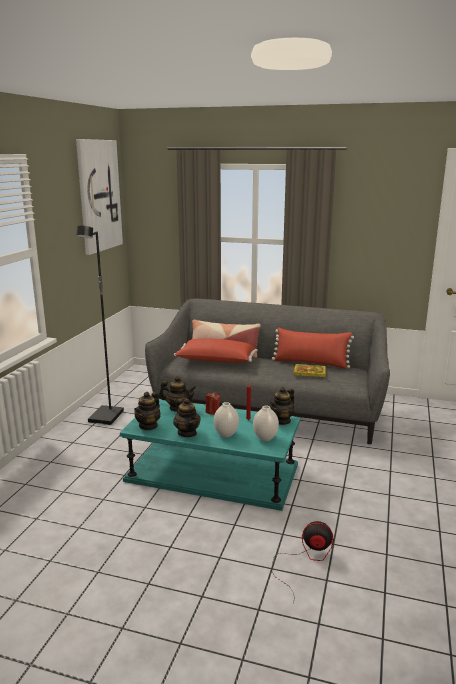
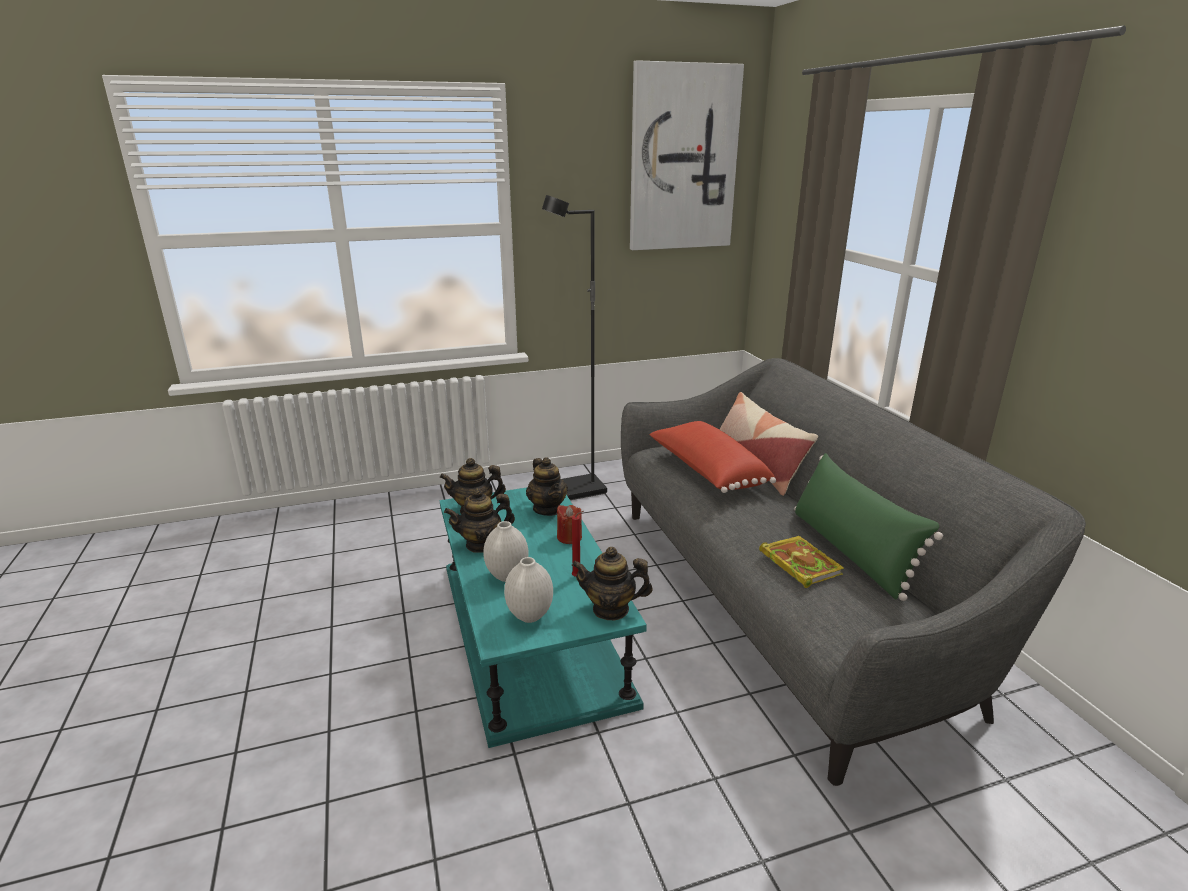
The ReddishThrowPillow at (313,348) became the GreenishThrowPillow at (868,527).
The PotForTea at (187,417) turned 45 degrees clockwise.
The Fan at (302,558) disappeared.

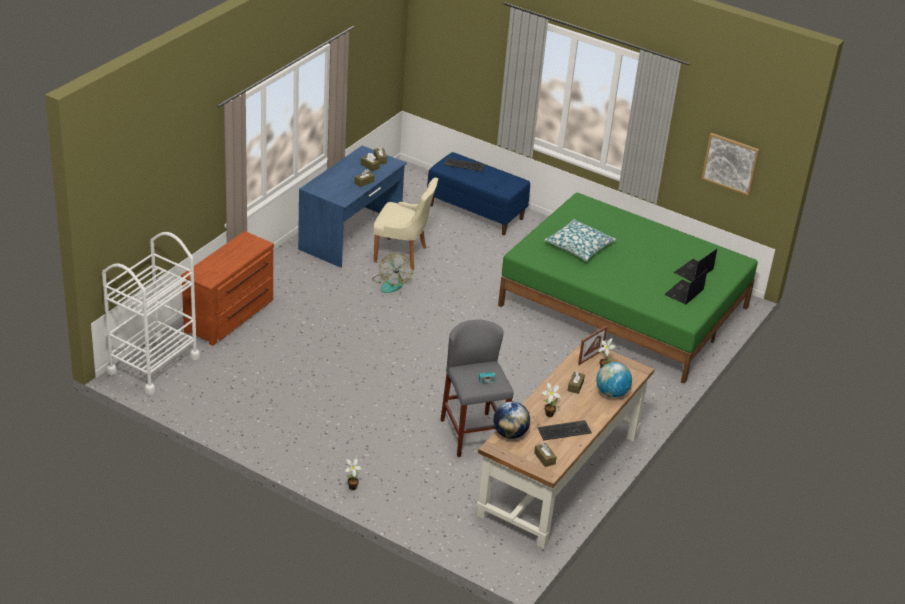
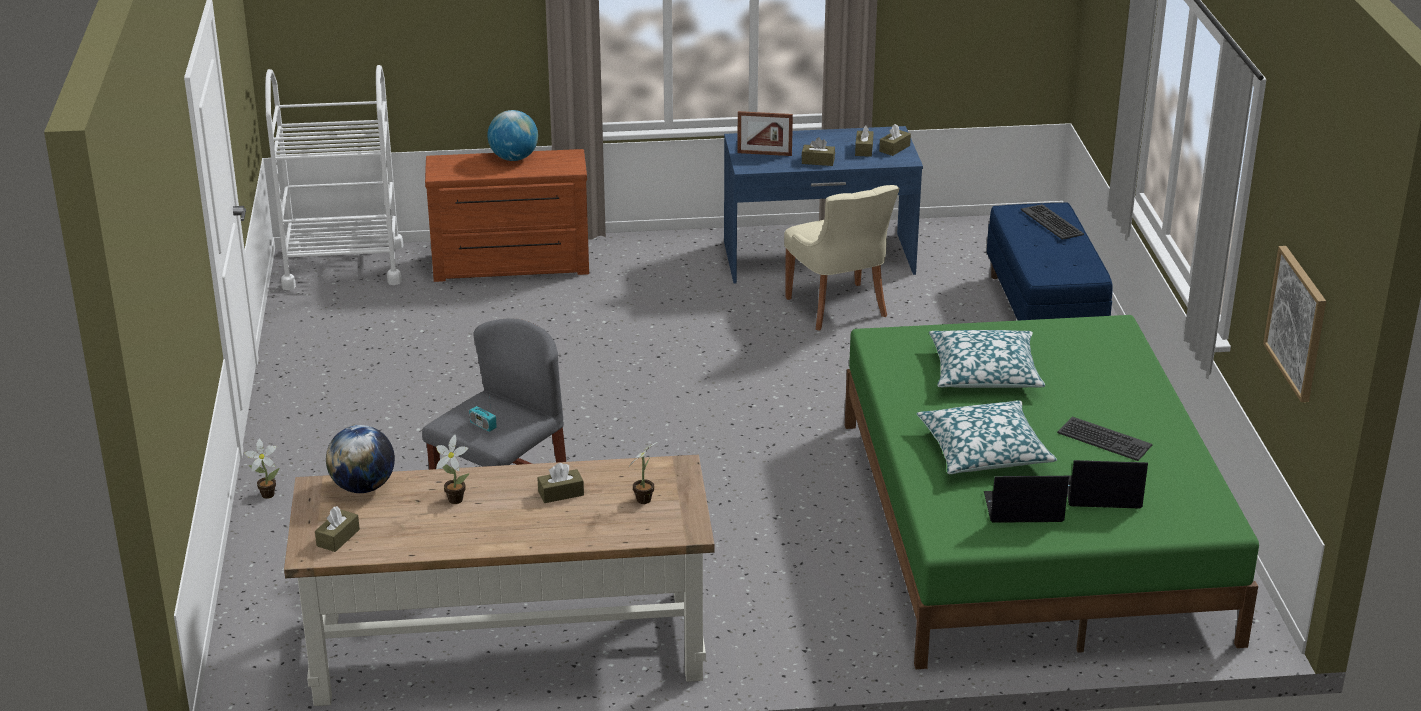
The Fan at (392,273) disappeared.
The StandingFrame moved from (592,345) to (765,133).
The WorldGlobe moved from (614,380) to (512,135).
The PcKeyboard moved from (564,430) to (1104,439).
The ThrowPillow at (987,437) appeared.

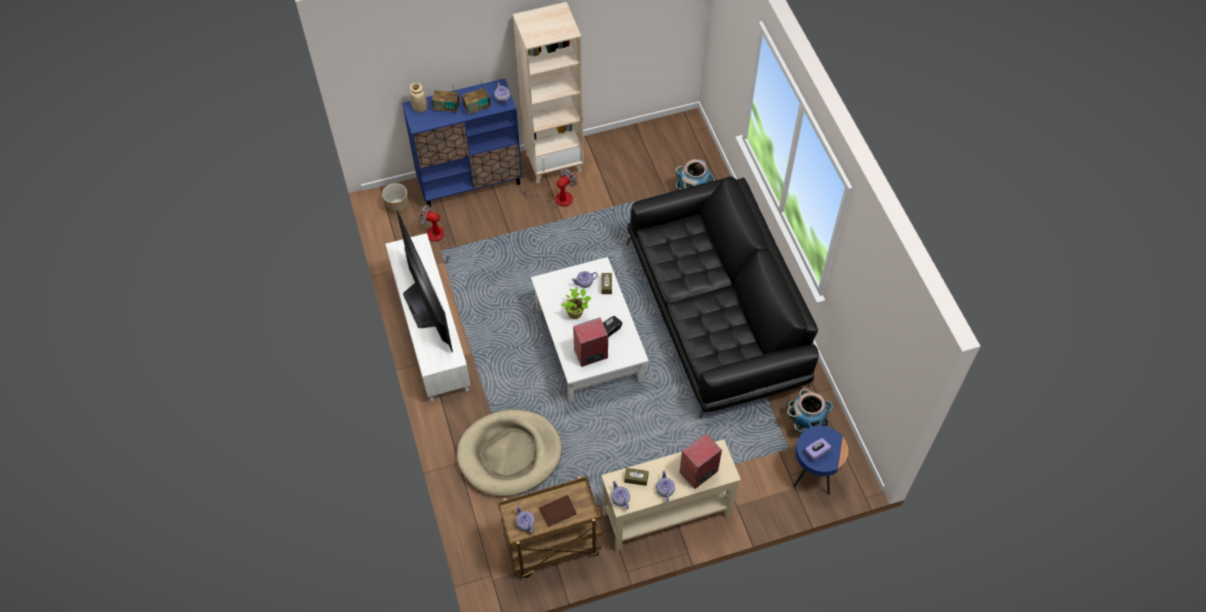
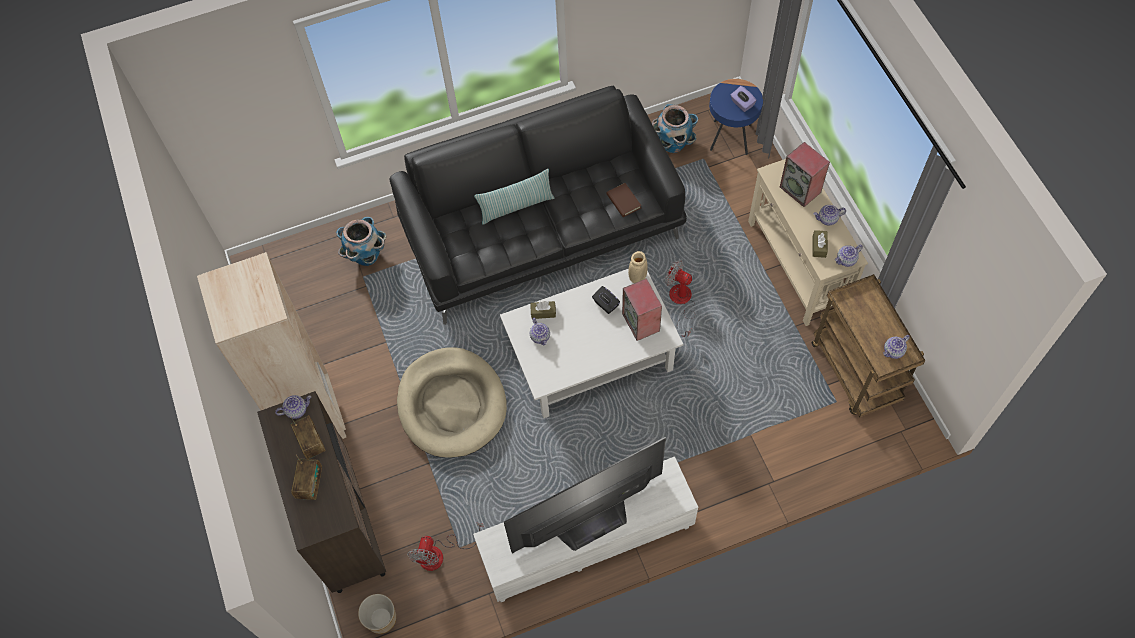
The BlueColouredStorageCabinet at (462,142) became the BrownStorageCabinet at (321,492).
The BeigeVase moved from (418,98) to (638,267).
The Fan moved from (548,188) to (680,298).
The PlantInAPot at (576,303) disappeared.
The BeigeDogBed moved from (509,453) to (452,403).
The BrownBoundBook moved from (558,511) to (623,200).
The ThrowPillow at (514,197) appeared.

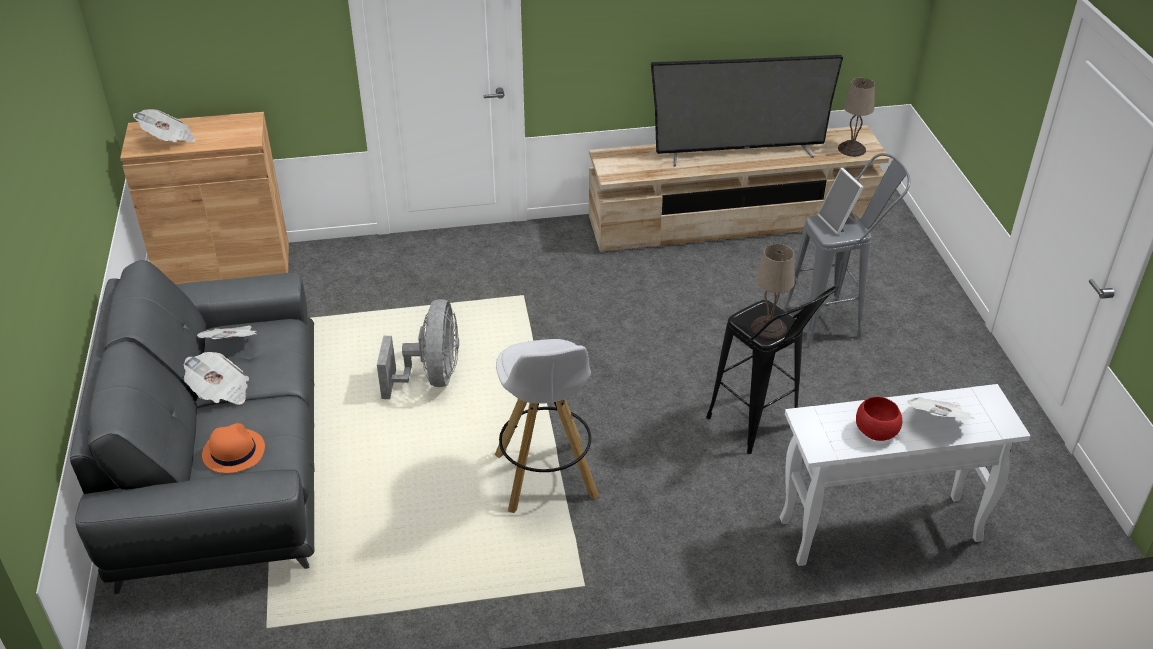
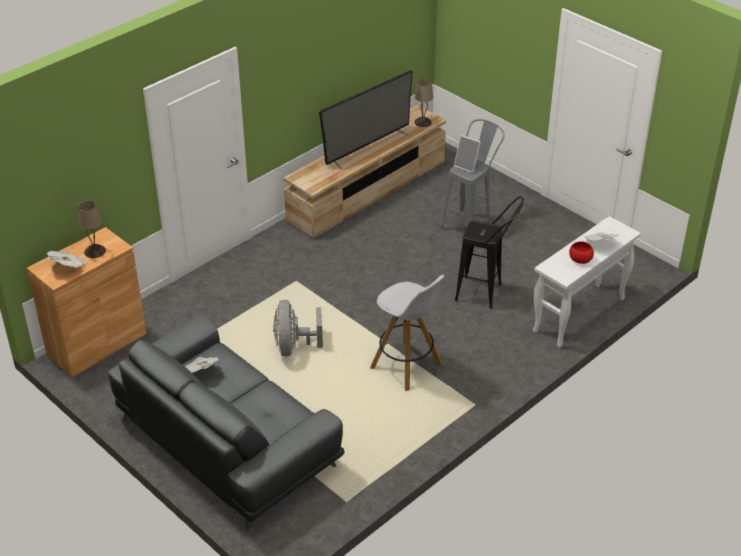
The BeigeTabletopLamp moved from (773,291) to (92,229).
The GreyishFan at (418,349) turned 150 degrees counterclockwise.
The DailyPaper at (216,378) disappeared.
The OrangeColouredWearableHat at (233,448) disappeared.

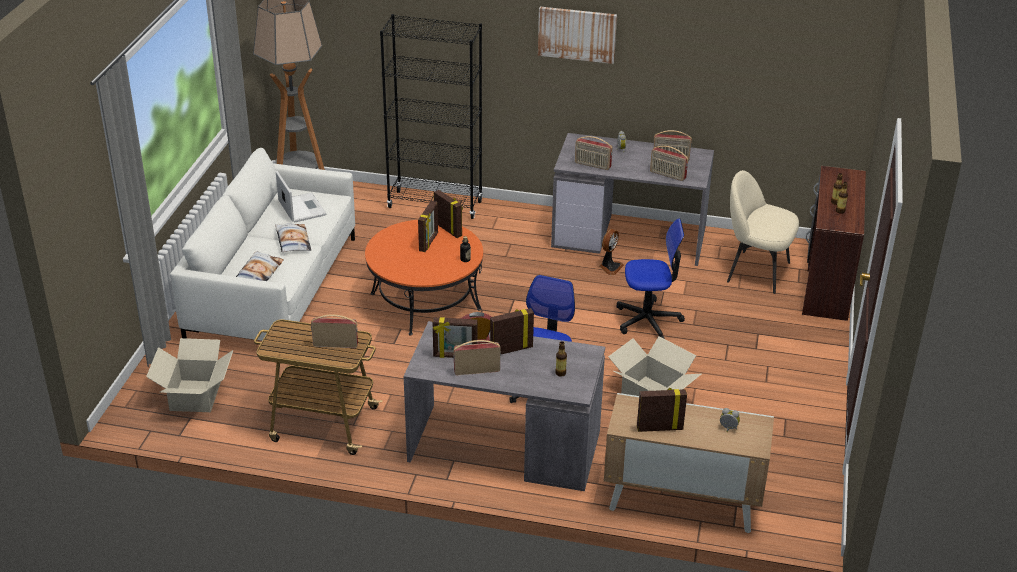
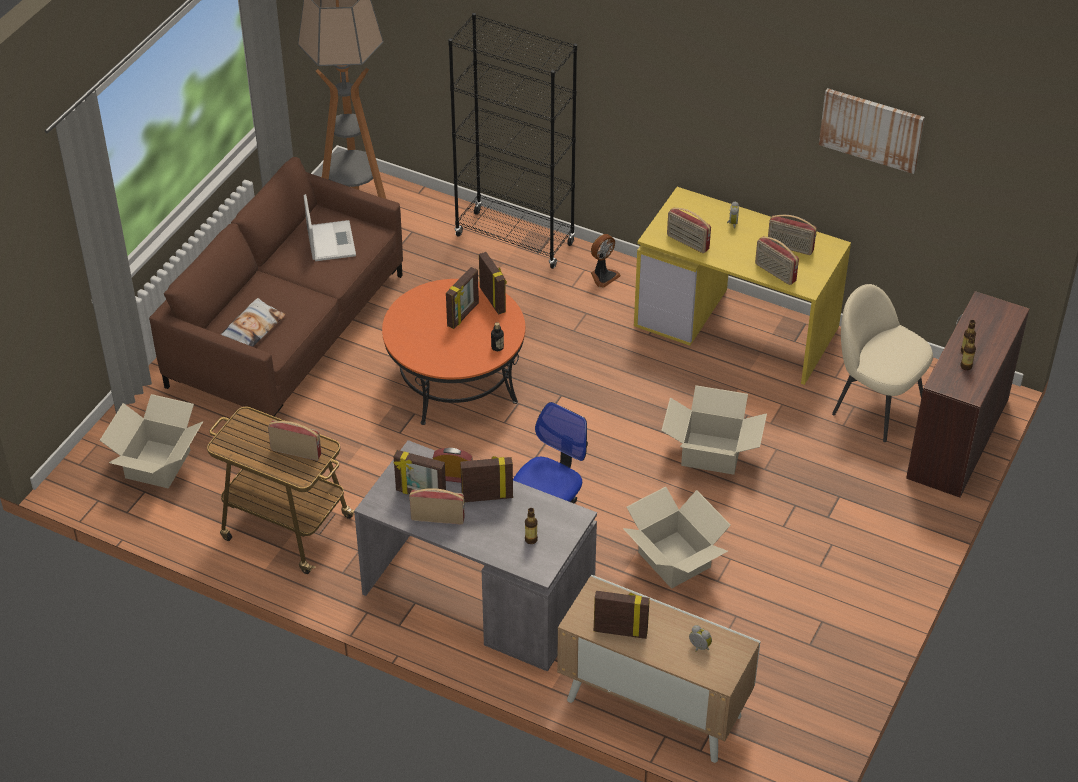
The Picture moved from (577,35) to (872,131).
The GreyishDesk at (632,199) became the YellowishDesk at (742,286).
The WhitishSofa at (262,244) became the BrownSofa at (276,287).
The ComputerChair at (651,278) was replaced by the PackingBox at (714,430).
The ThrowPillow at (293,237) disappeared.
The Fan moved from (611,252) to (606,261).

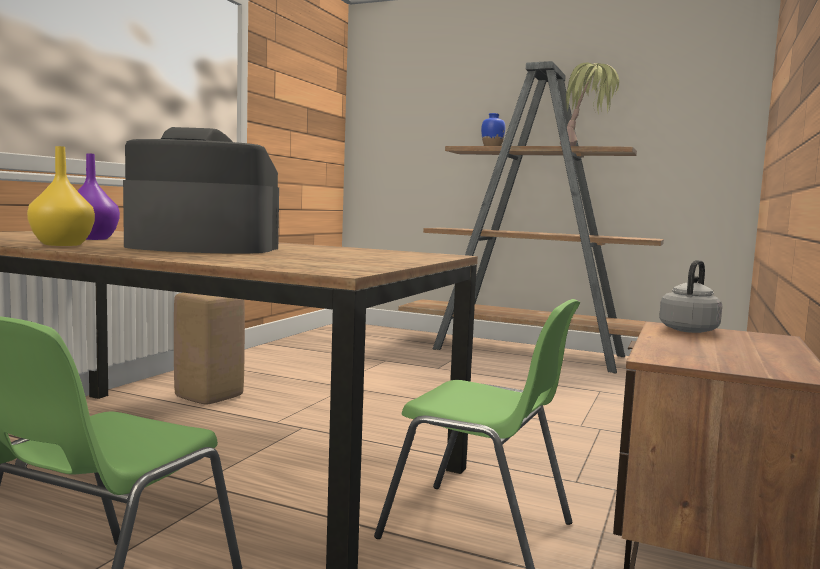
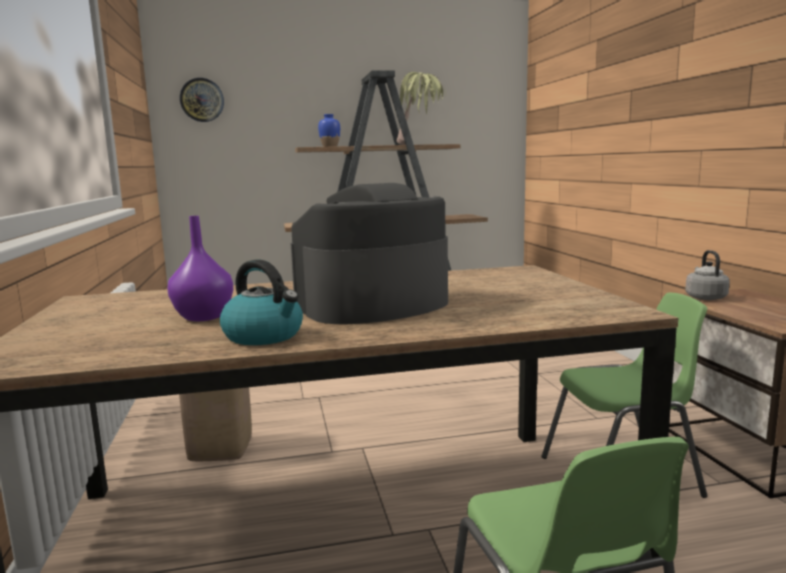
The YellowishVase at (61,196) was replaced by the Kettle at (261,302).
The HangingClock at (202,100) appeared.

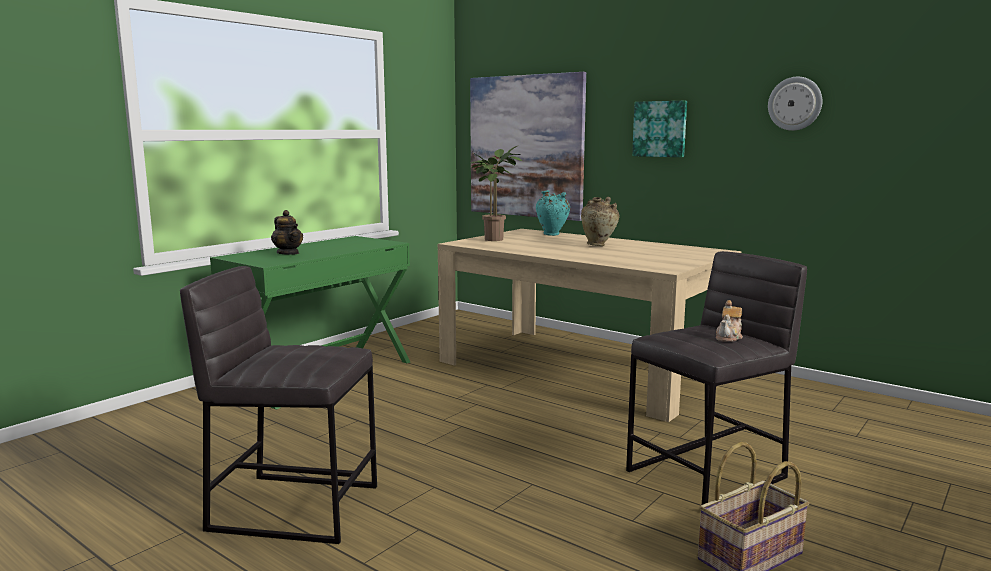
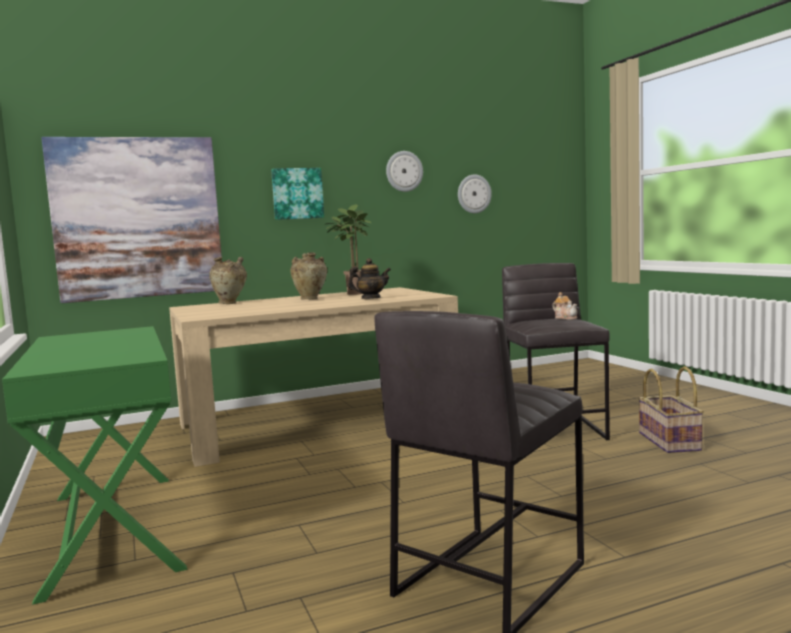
The PlantInAPot moved from (496,193) to (348,250).
The TurquoiseColouredVase at (553,213) became the BeigeVase at (228,280).
The PotForTea moved from (287,232) to (369,278).
The HangingClock at (475,194) appeared.

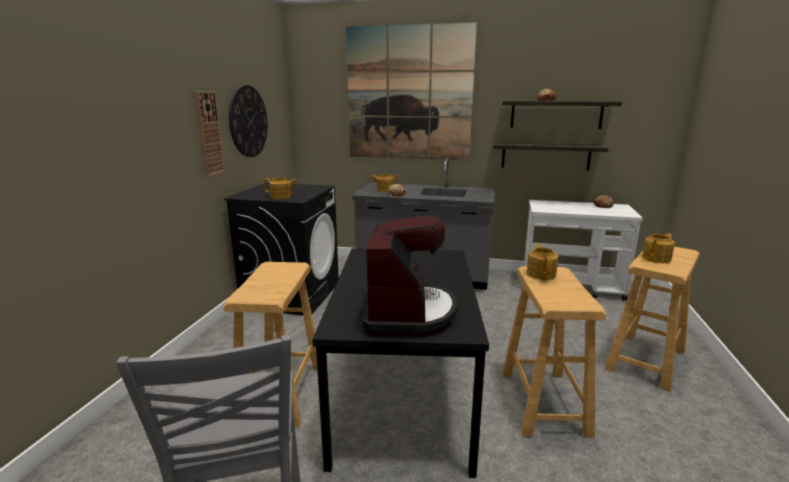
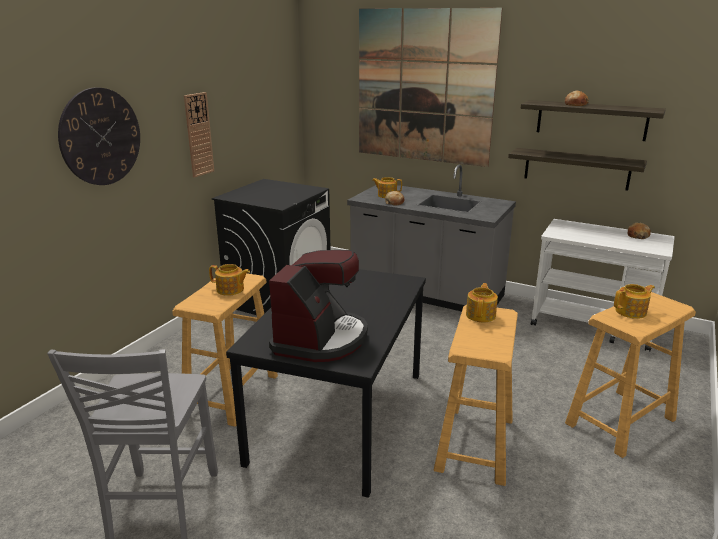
The HangingClock moved from (248,121) to (99,136).
The PotForTea moved from (280,188) to (229,280).

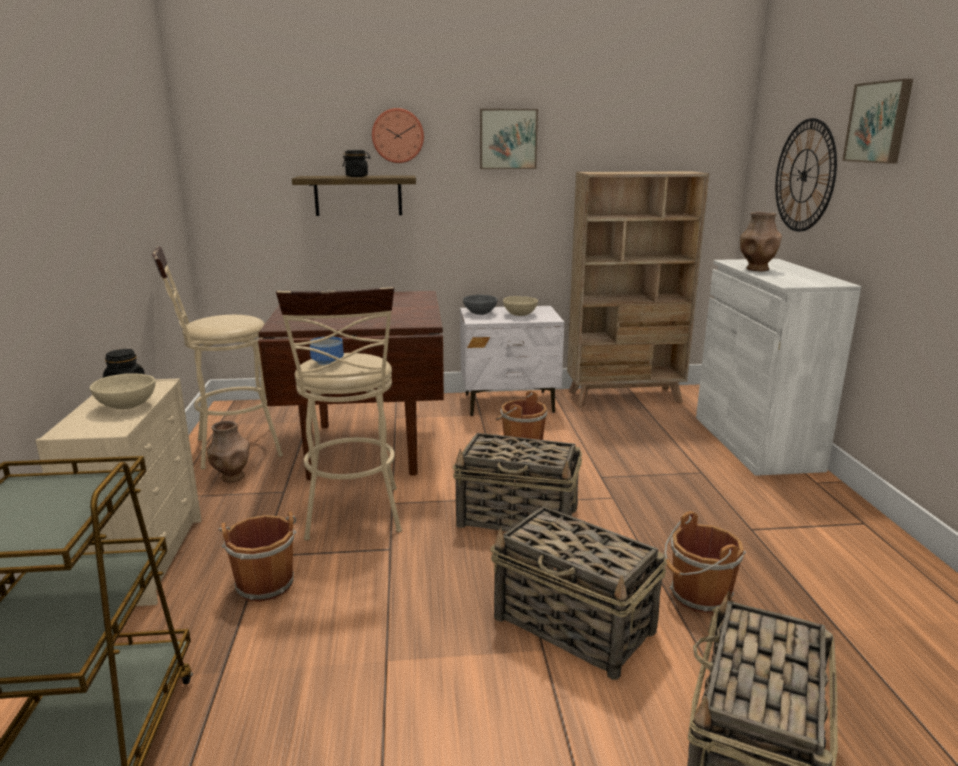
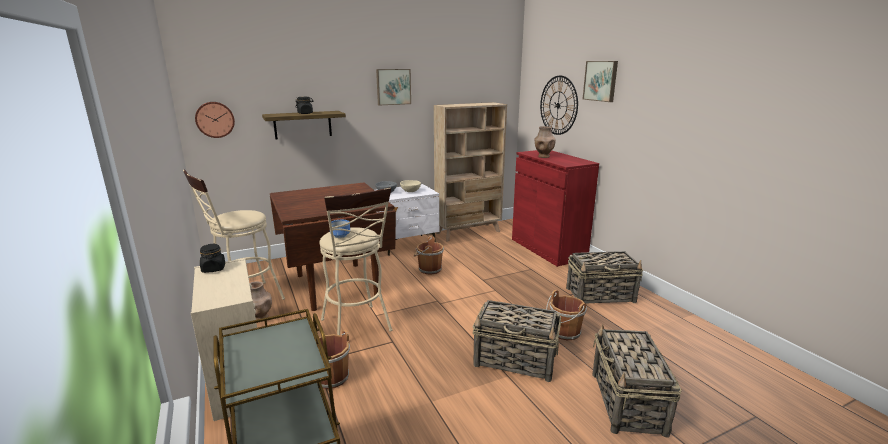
The HangingClock moved from (398,135) to (215,120).
The WhitishStorageCabinet at (778,367) became the ReddishStorageCabinet at (555,208).
The BeigeDeepDish at (122,391) disappeared.
The Basket moved from (517,482) to (604,277).

